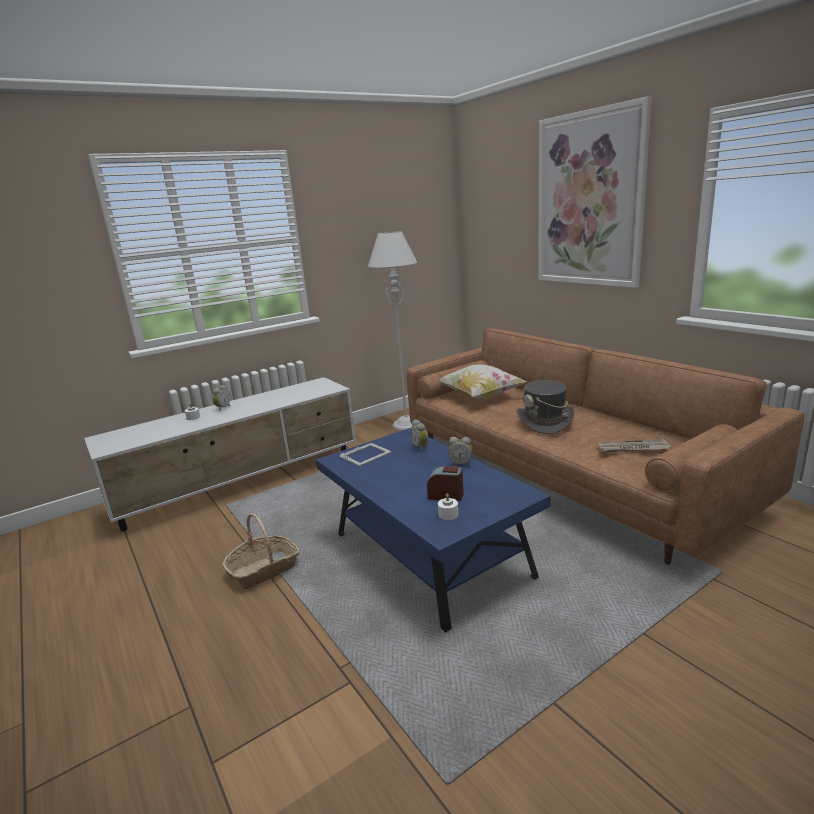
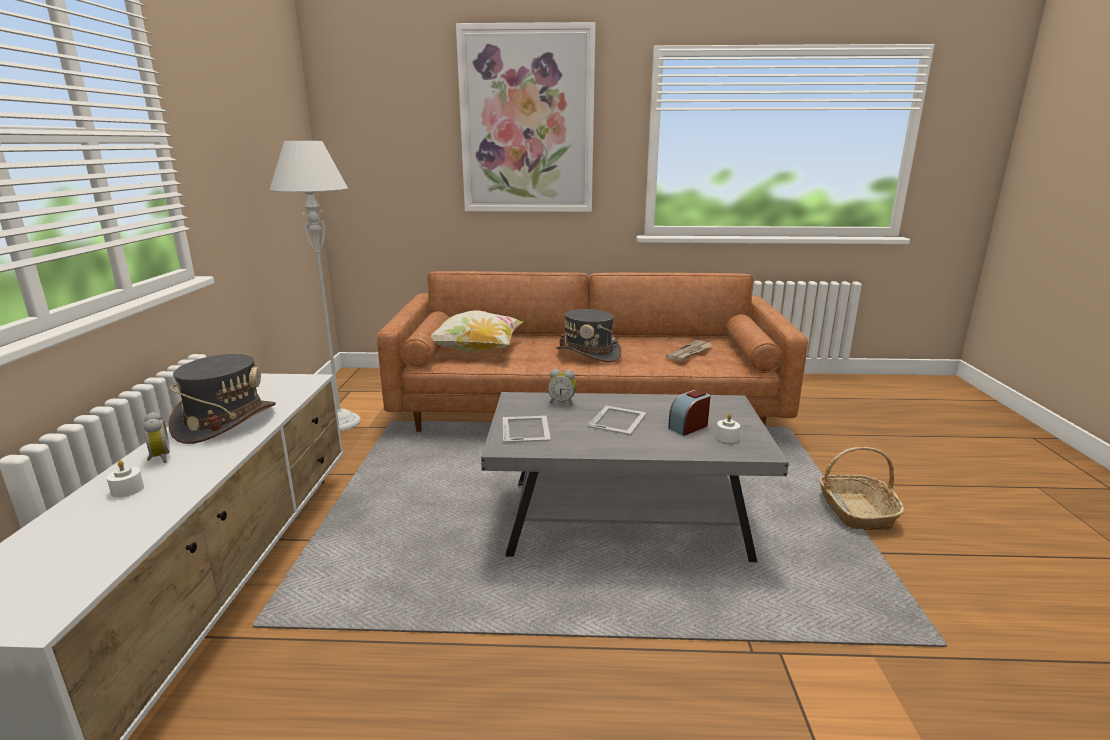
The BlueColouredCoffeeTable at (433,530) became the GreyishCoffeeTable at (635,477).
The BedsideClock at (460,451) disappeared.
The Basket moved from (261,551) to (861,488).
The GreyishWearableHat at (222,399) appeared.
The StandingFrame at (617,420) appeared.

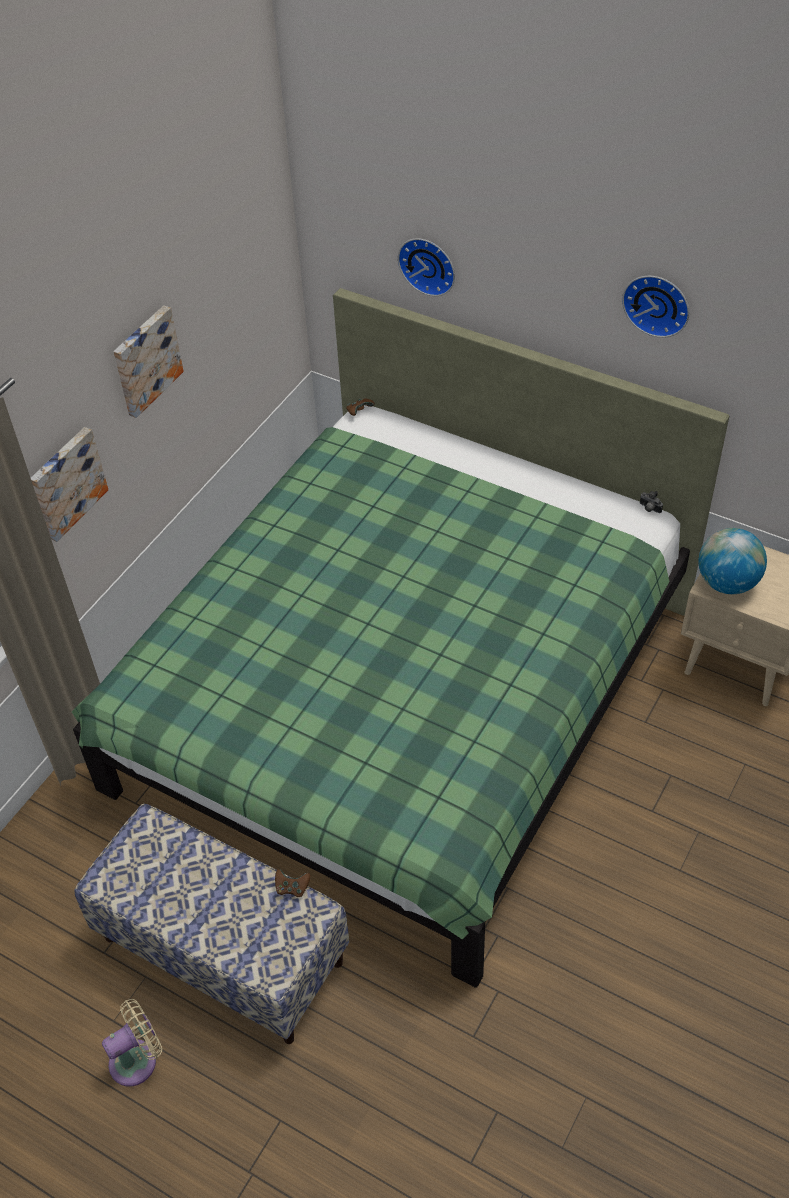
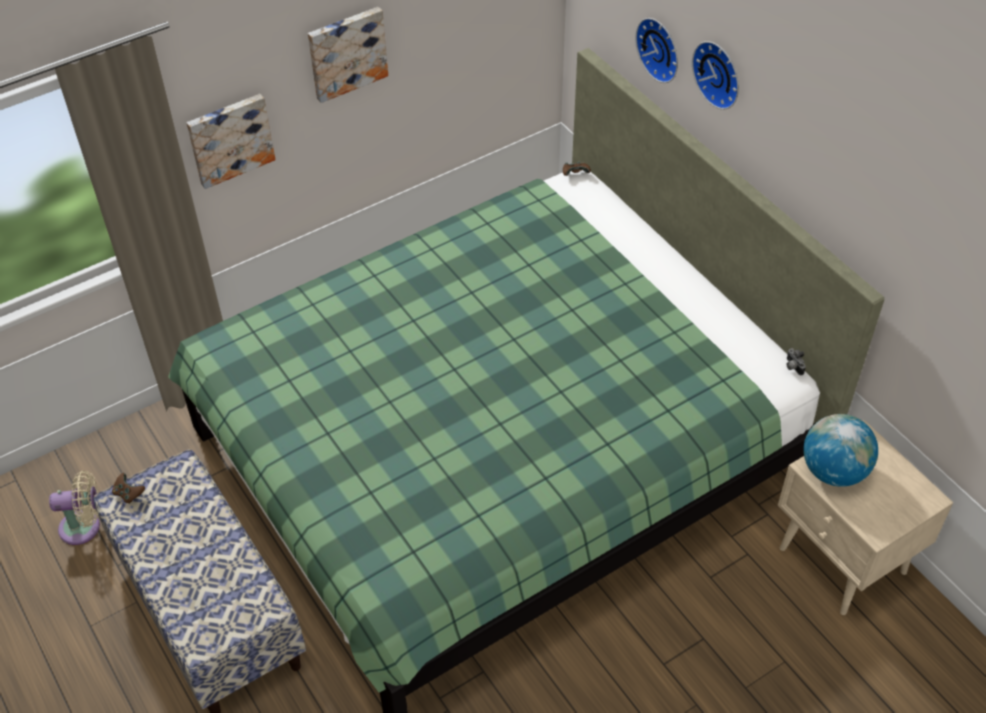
The HangingClock moved from (655,307) to (715,75).
The BrownGamepad moved from (292,883) to (128,488).
The BeigeFan moved from (132,1042) to (74,508).

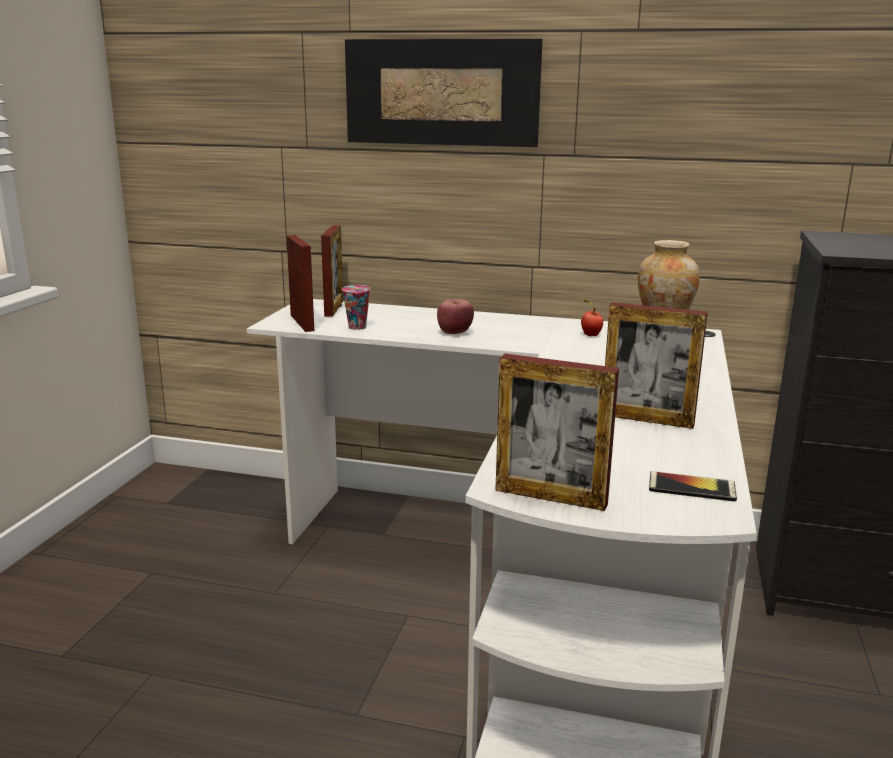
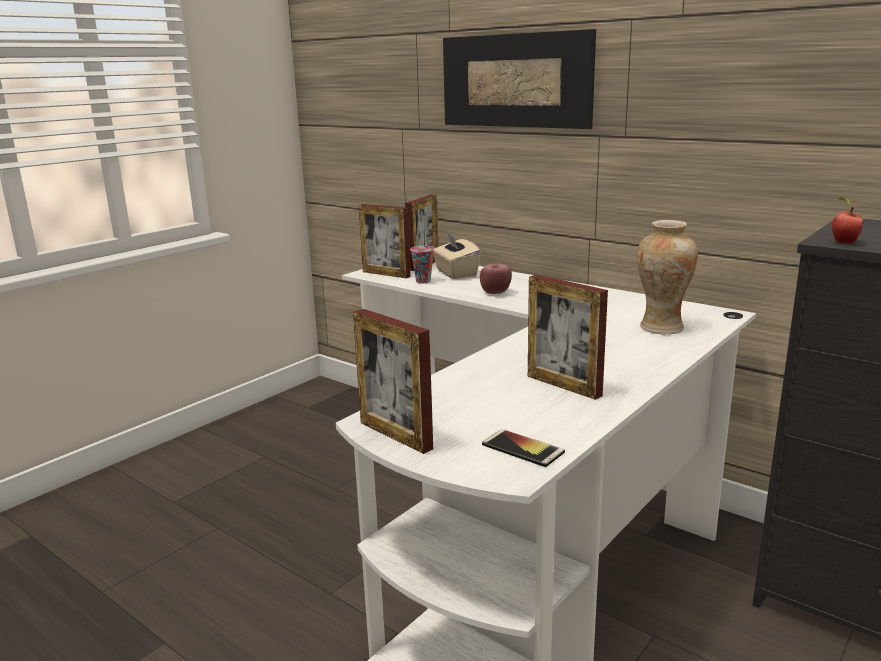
The StandingFrame at (300,283) turned 120 degrees clockwise.
The Apple moved from (592,318) to (847,220).
The BeigeBoxOfTissues at (457,255) appeared.

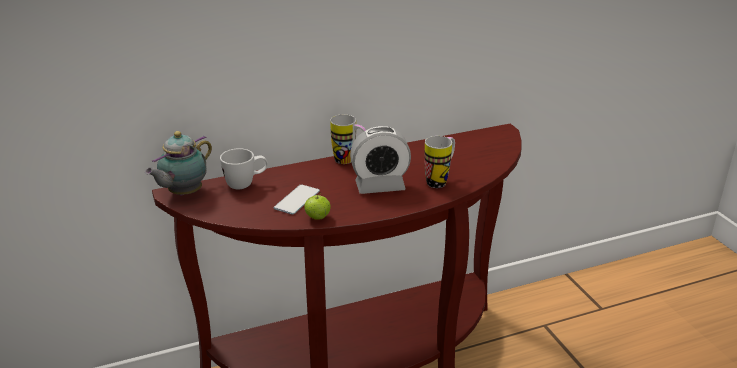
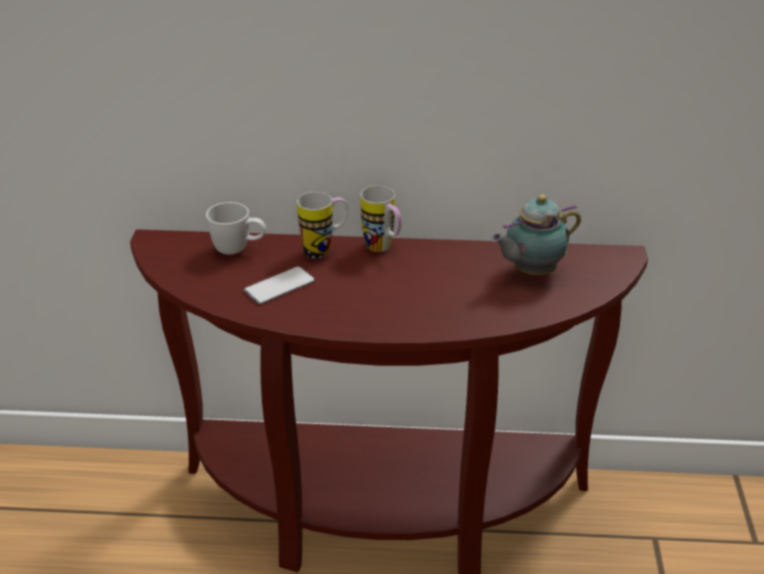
The BedsideClock at (380,160) disappeared.
The PotForTea moved from (178,163) to (536,234).
The Mug moved from (439,162) to (322,225).
The Apple at (317,206) disappeared.

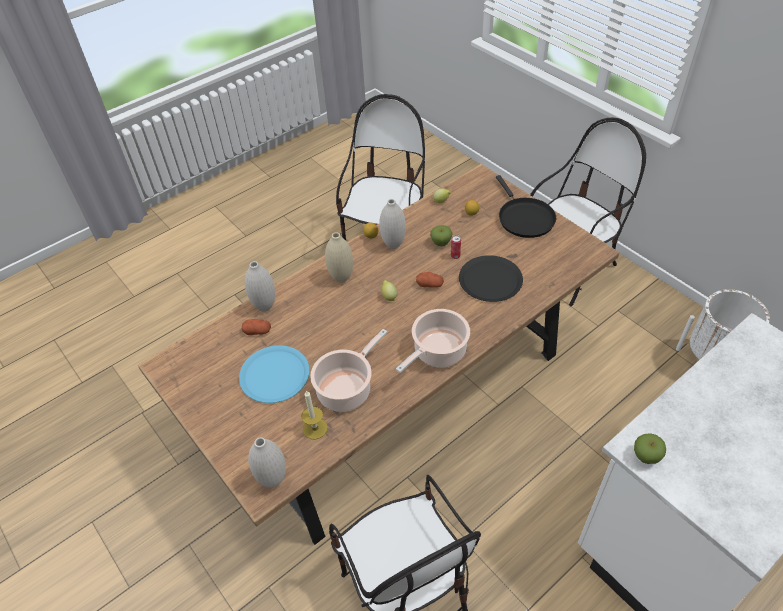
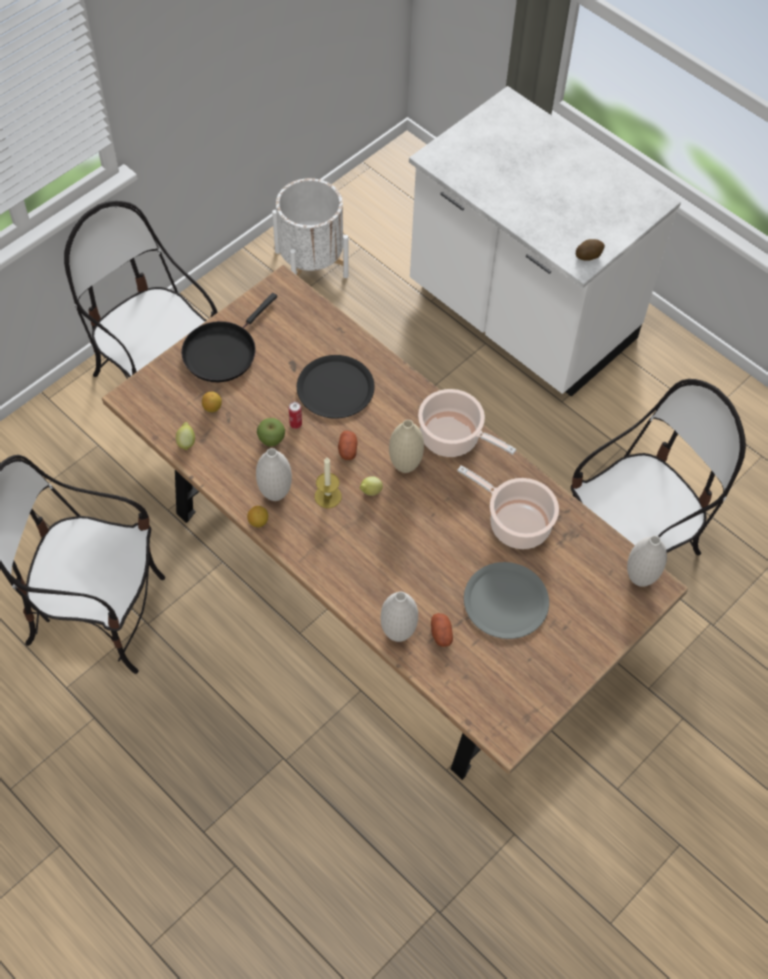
The BlackColouredFryingPan at (526,206) turned 150 degrees clockwise.
The BeigeVase moved from (339,257) to (406,446).
The BlueColouredDinnerPlate at (274,374) became the GreyishDinnerPlate at (506,600).
The WaxCandle moved from (314,414) to (328,483).
The Apple at (650,448) was replaced by the WholePotato at (590,250).

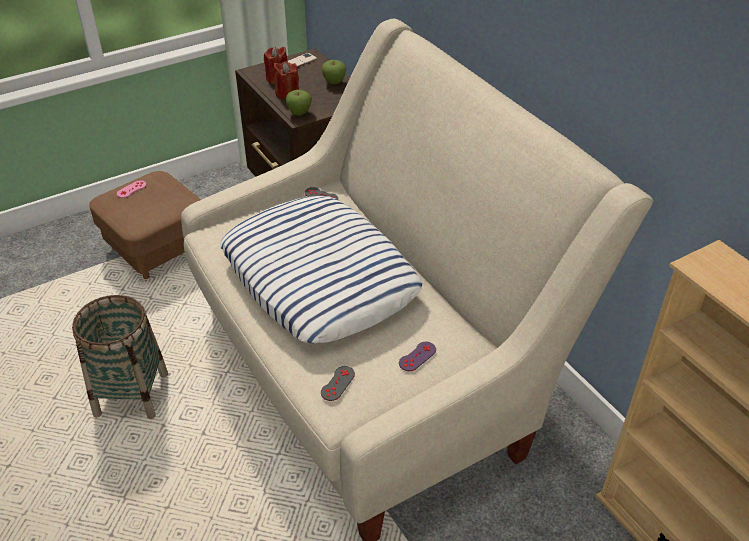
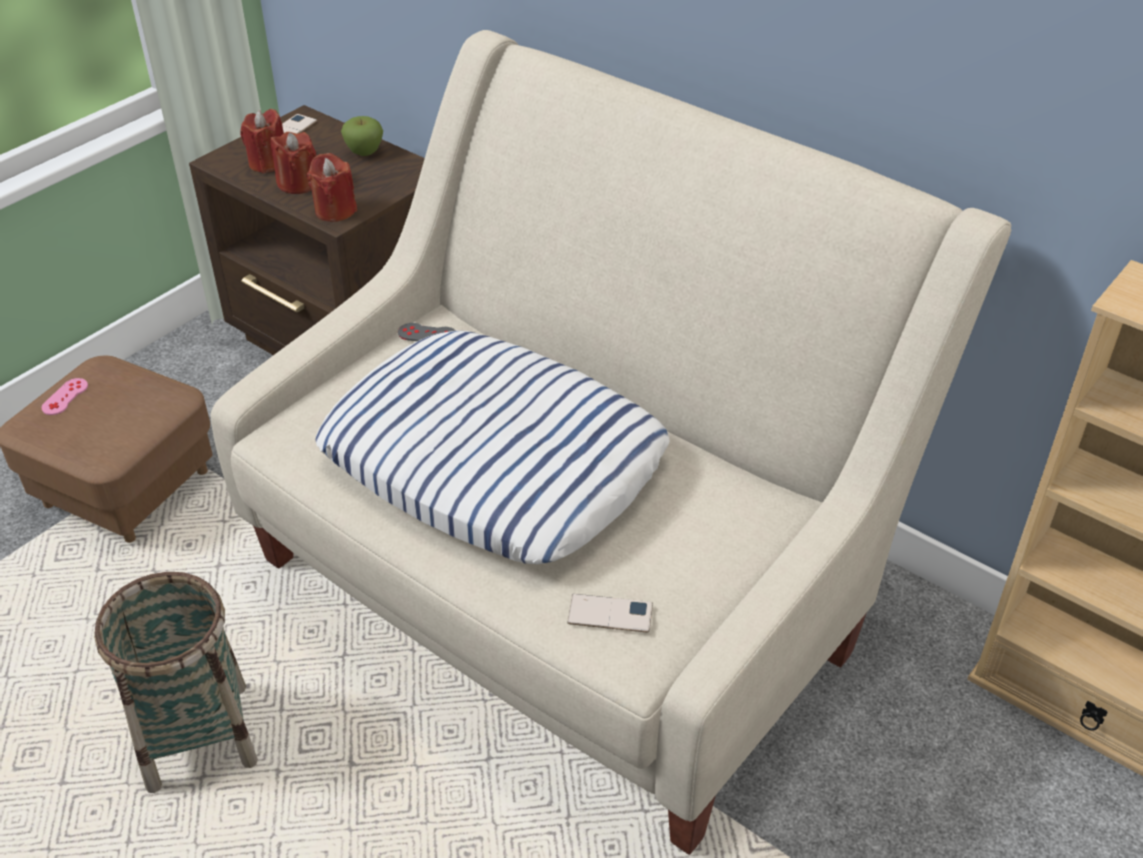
The Apple at (299,103) was replaced by the ReddishWaxCandle at (332,187).
The PurpleGamepad at (417,356) disappeared.
The GreyishGamepad at (338,383) was replaced by the Handset at (610,613).

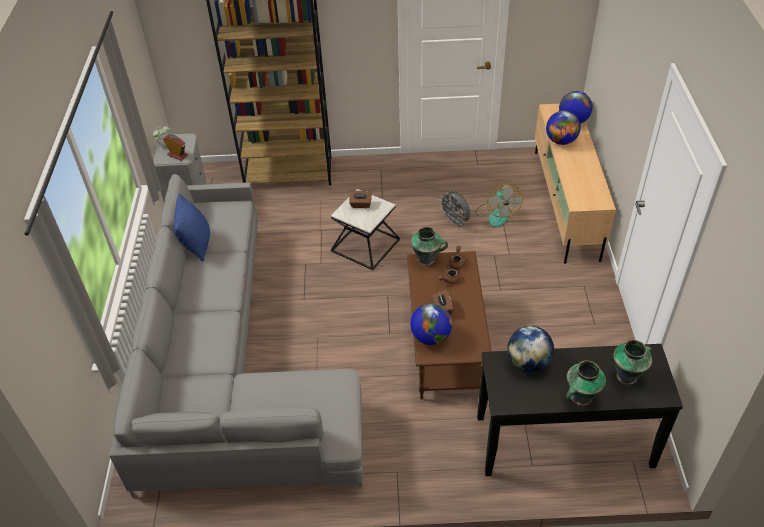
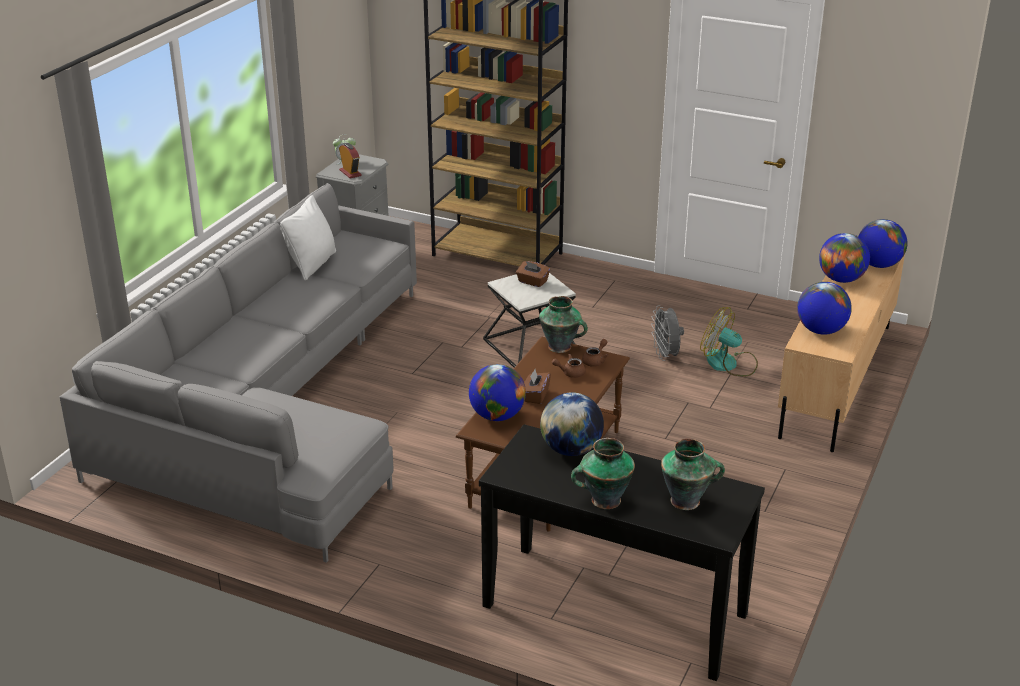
The Fan at (499,206) turned 105 degrees clockwise.
The BlueColouredThrowPillow at (192,228) became the WhitishThrowPillow at (308,237).
The WorldGlobe at (824,308) appeared.

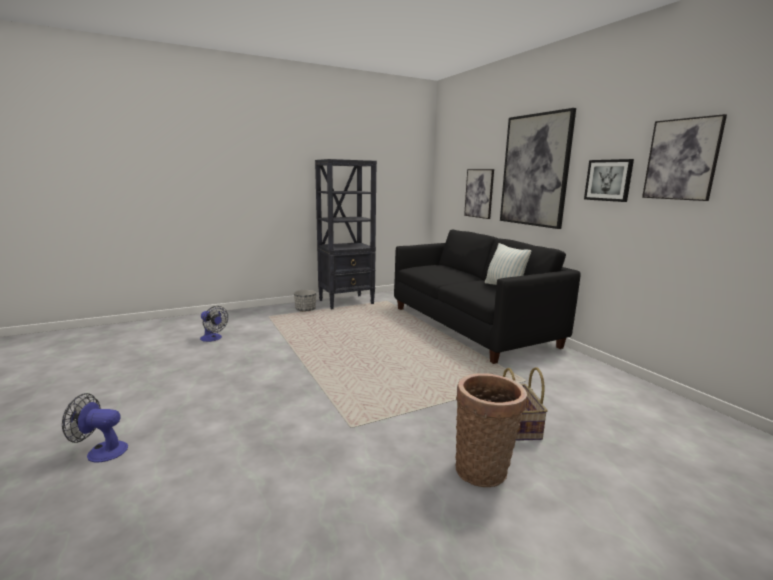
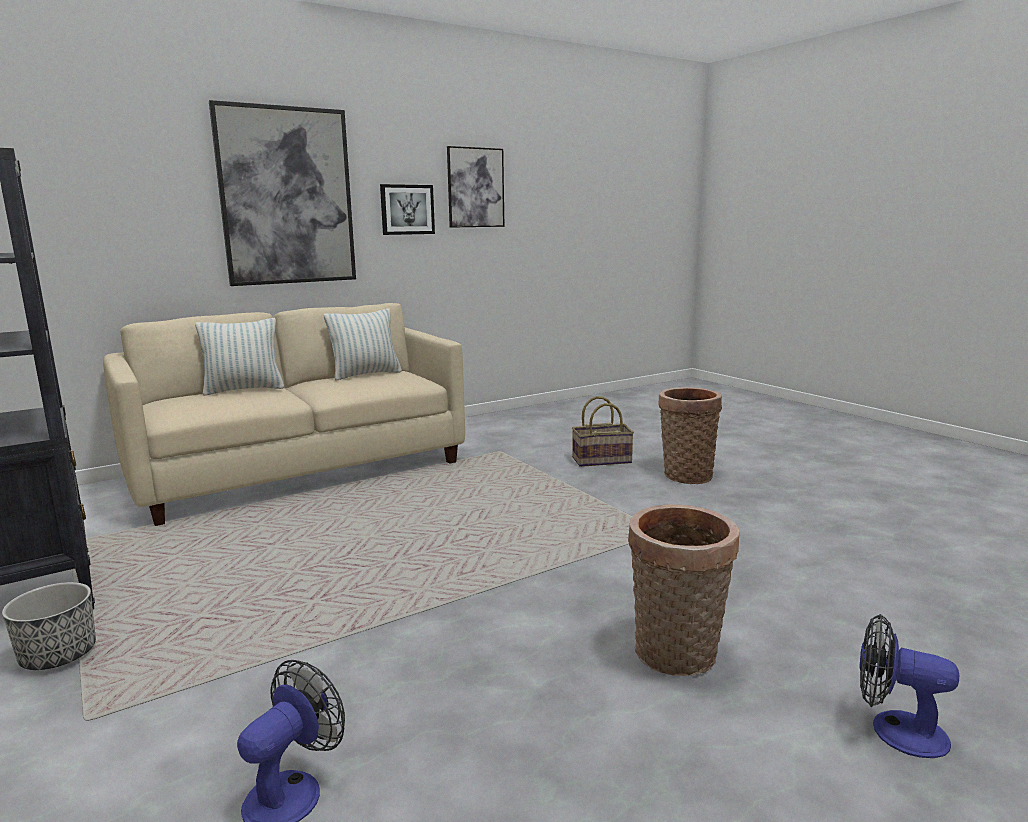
The Picture at (479,194) disappeared.
The BlackColouredSofa at (487,297) became the BeigeSofa at (284,414).
The Fan at (95,427) turned 120 degrees clockwise.
The ThrowPillow at (239,357) appeared.
The Basket at (683,590) appeared.

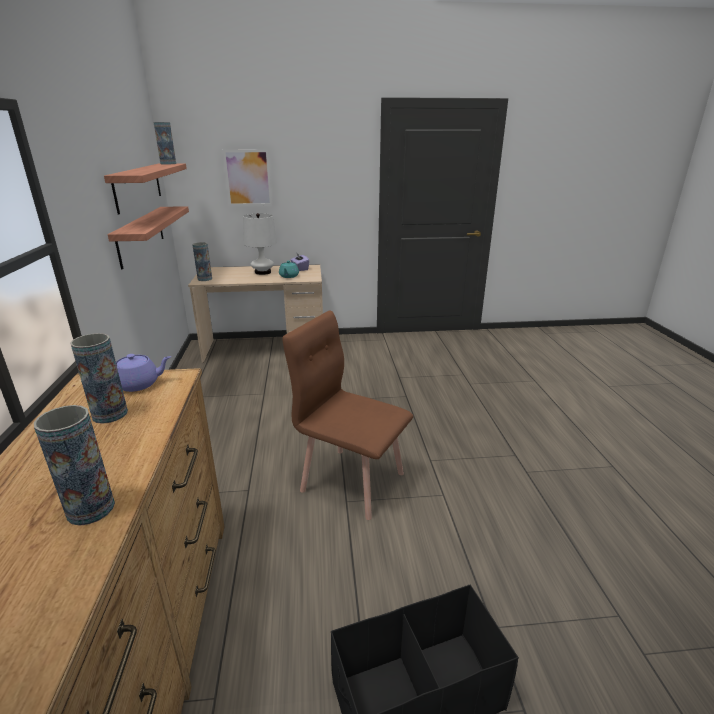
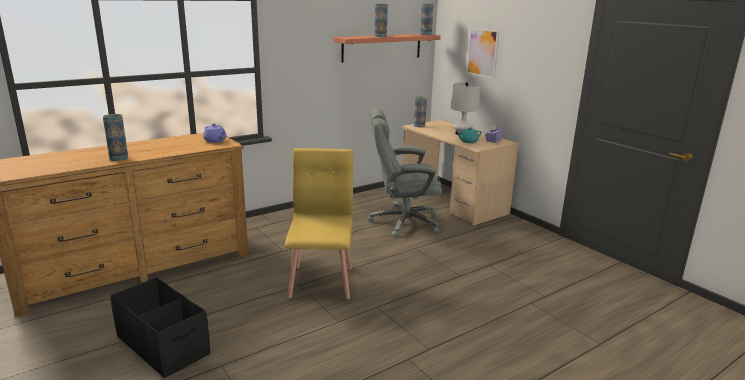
The BracketShelf at (148,237) disappeared.
The BrownUprightChair at (347,415) became the YellowishUprightChair at (319,223).
The Vase moved from (99,378) to (381,20).
The GreyishComputerChair at (404,172) appeared.

